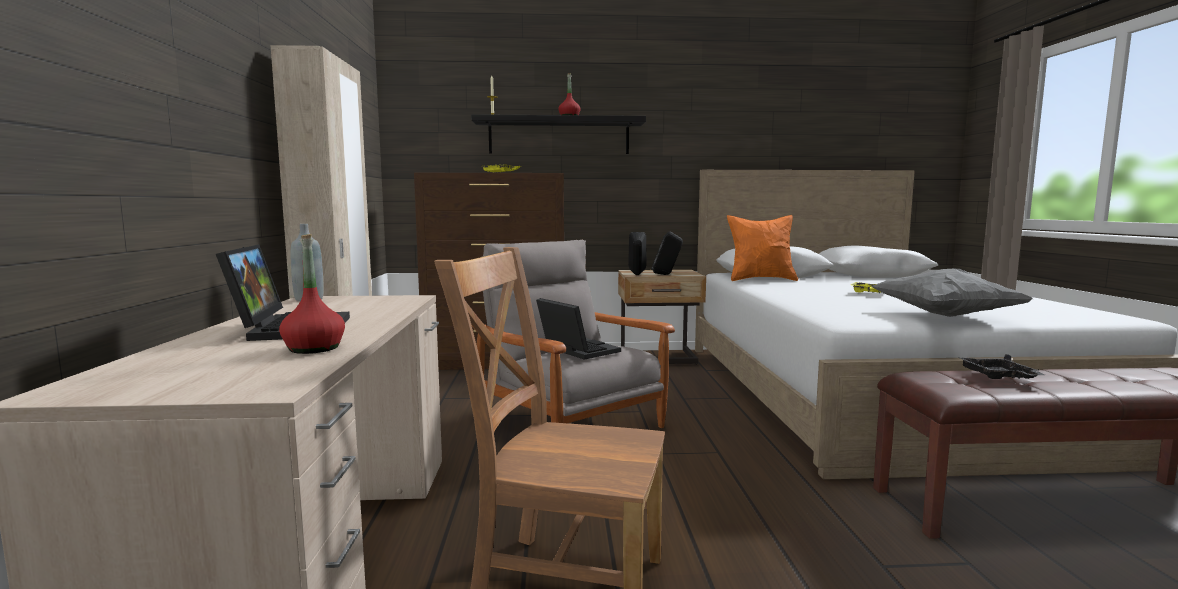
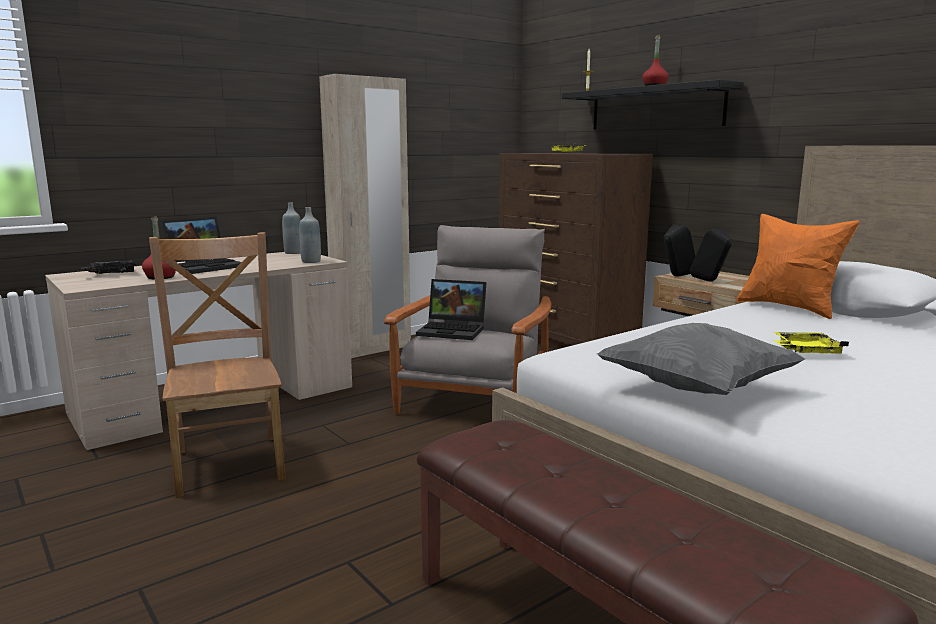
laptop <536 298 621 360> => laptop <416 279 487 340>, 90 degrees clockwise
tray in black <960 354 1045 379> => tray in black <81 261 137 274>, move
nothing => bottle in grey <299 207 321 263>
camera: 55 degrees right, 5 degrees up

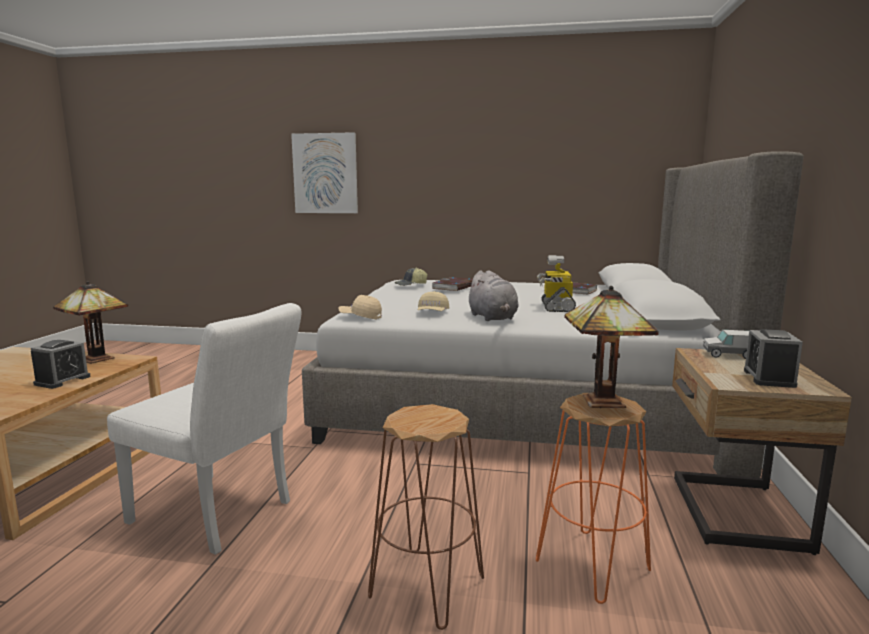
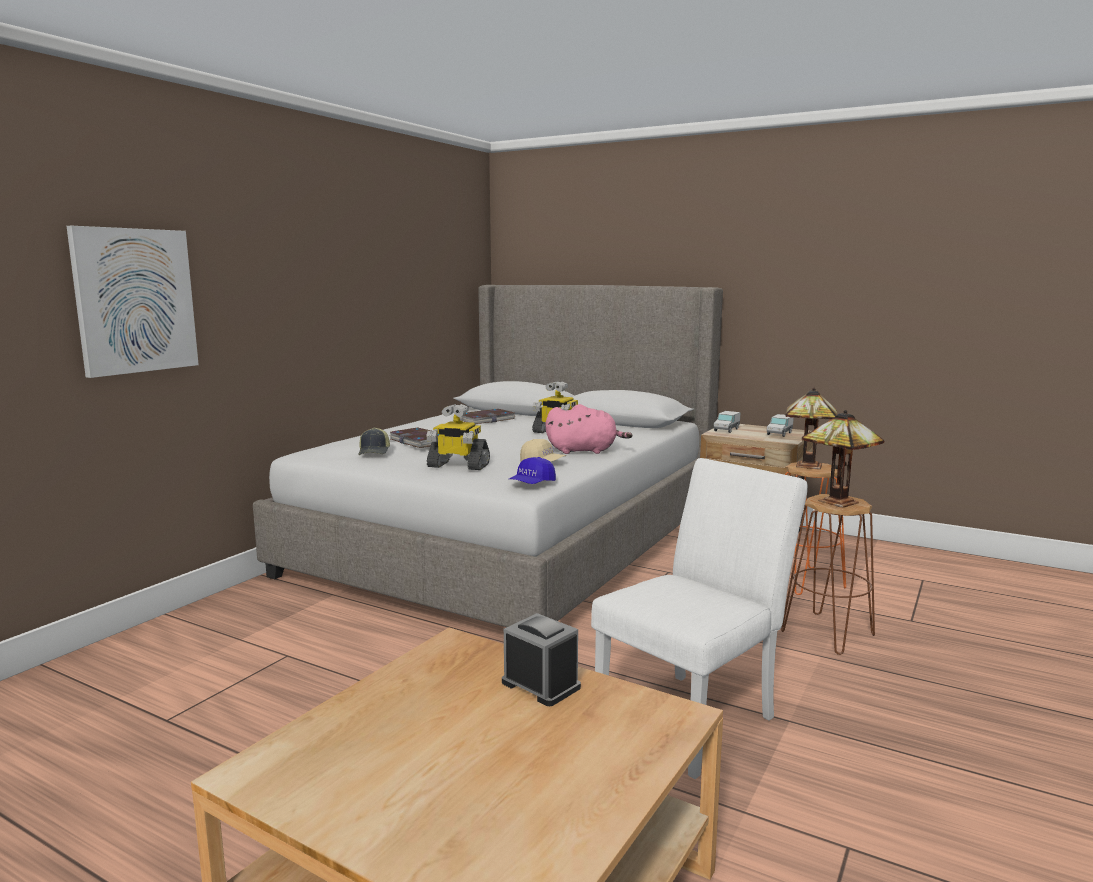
table lamp <53 281 128 364> => table lamp <802 410 884 508>, move
cap in beige <338 295 382 320> => cap in blue <509 457 556 484>
plush toy in grey <466 270 518 321> => plush toy in pink <545 404 632 454>
alarm clock <744 329 803 388> => toy truck <767 414 794 437>
nothing => toy robot <426 404 490 470>
camera: 70 degrees left, 0 degrees up

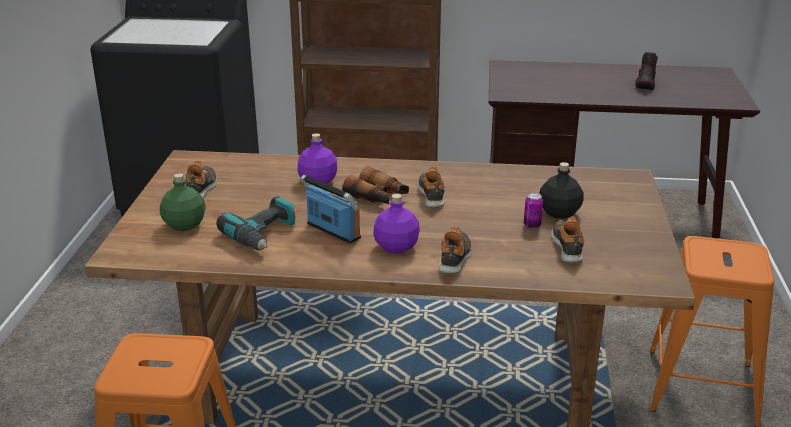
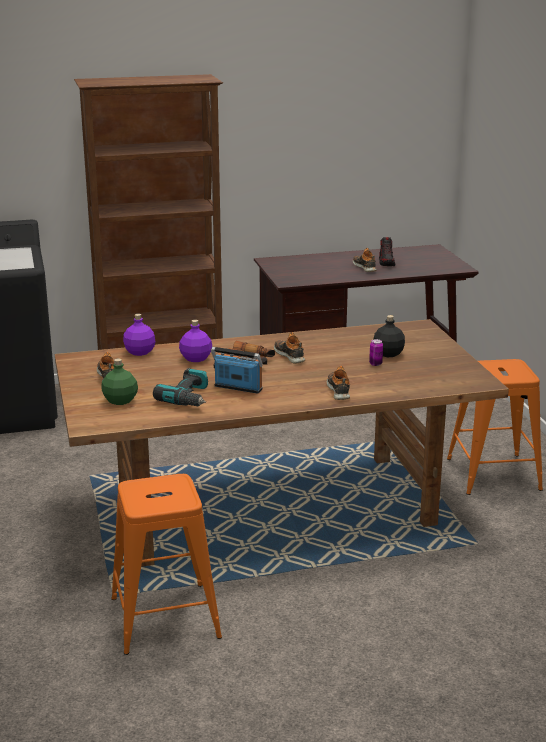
bottle in purple <373 194 420 254> => bottle in purple <123 314 156 356>, move
shoe <552 216 584 263> => shoe <353 248 377 272>, move
camera: 20 degrees left, 5 degrees down

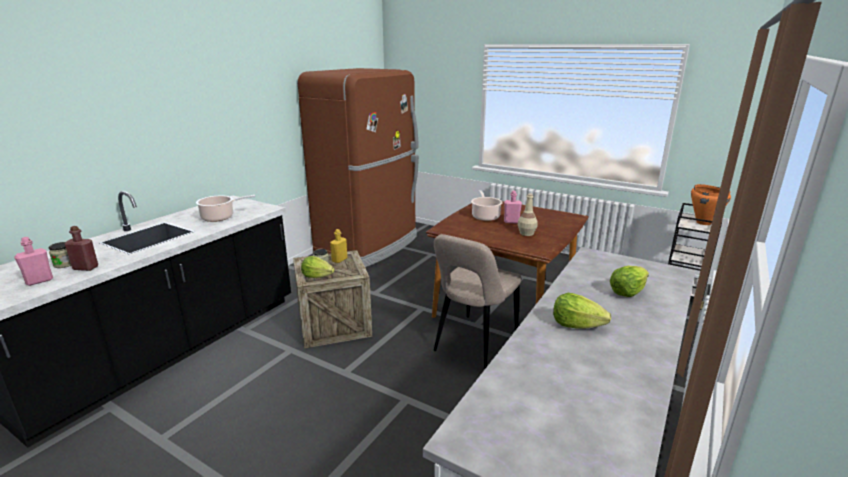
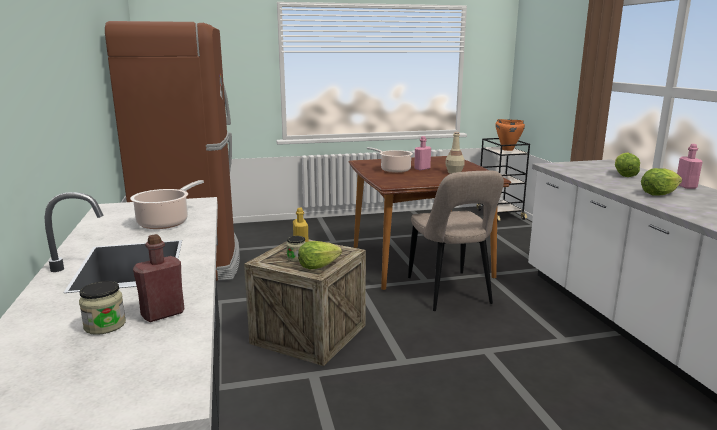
bottle in pink <14 237 53 286> => bottle in pink <677 144 703 189>, move
camera: 45 degrees left, 5 degrees down

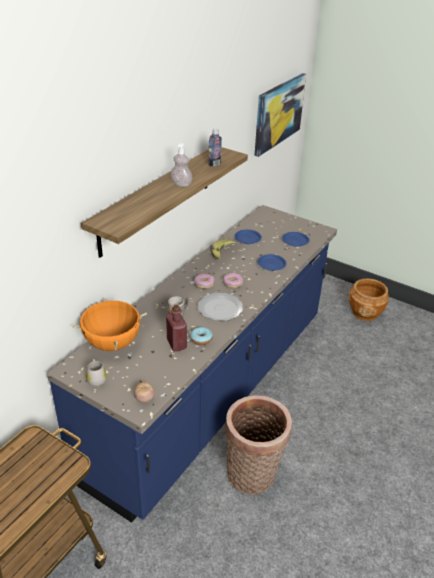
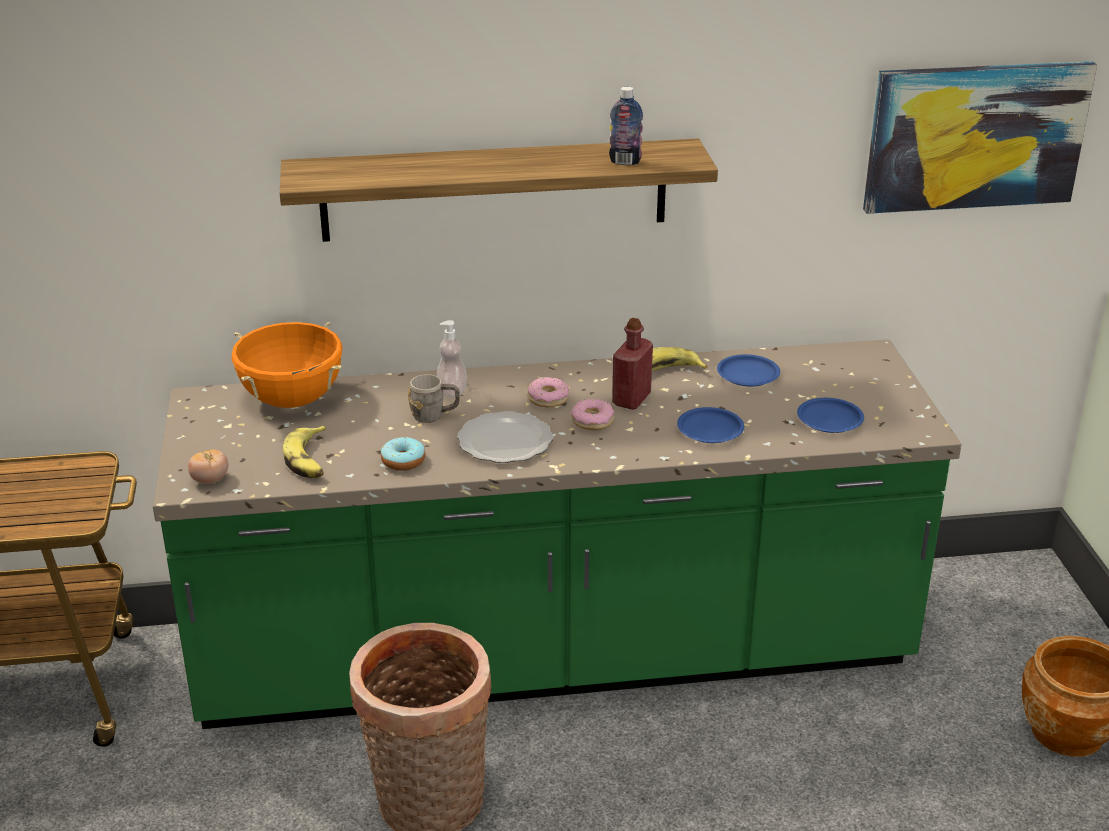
counter in blue <47 205 337 523> => counter in green <153 339 961 729>
mug in white <86 359 107 386> => nothing
bottle in red <166 305 187 352> => bottle in red <612 318 653 410>, move
soap dispenser <171 143 193 187> => soap dispenser <437 320 467 398>, move
nothing => banana <283 426 326 478>
camera: 50 degrees right, 5 degrees down

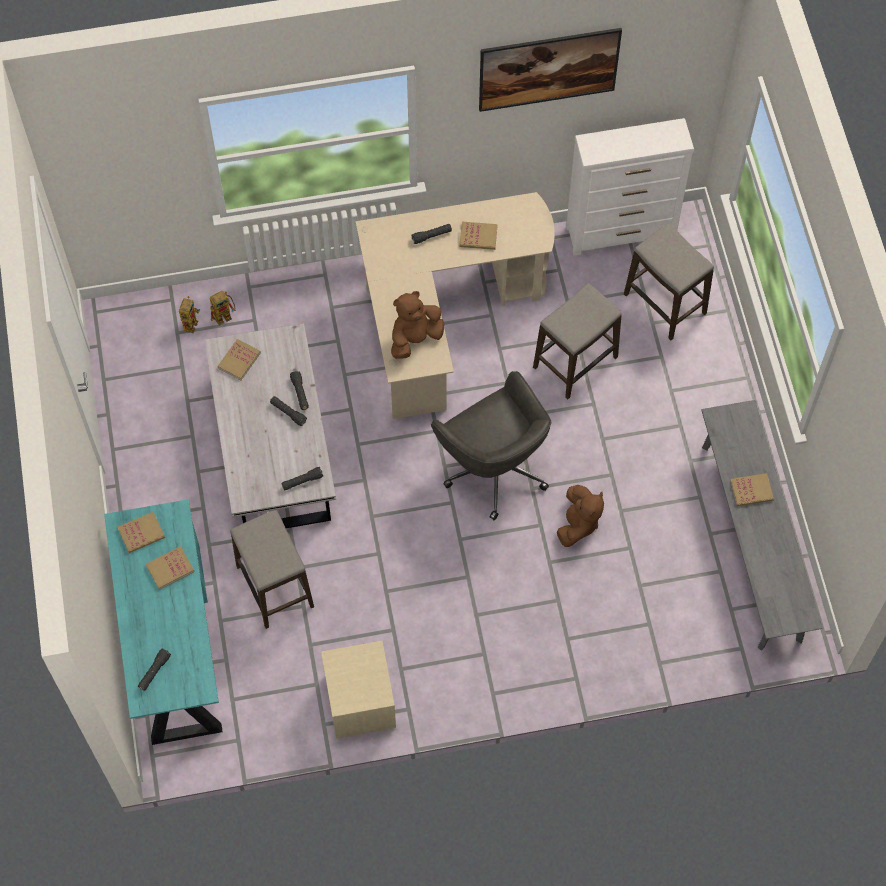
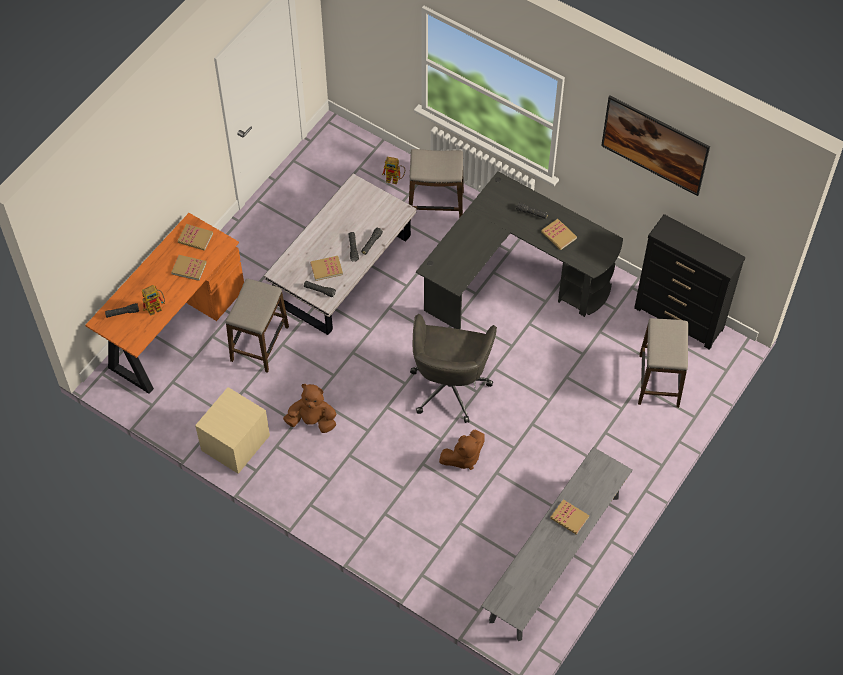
desk in turquoise <104 499 223 745> => desk in orange <85 213 244 394>
toy robot <179 296 200 333> => toy robot <142 285 165 316>, move
book <217 339 261 380> => book <310 256 343 281>, move
desk in beige <355 192 554 419> => desk in black <416 171 623 329>
plush toy in brown <391 291 444 359> => plush toy in brown <283 384 336 433>, move
stool <533 283 621 400> => stool <409 149 464 218>, move
dresser in white <566 118 694 255> => dresser in black <634 214 745 350>
camera: 45 degrees right, 5 degrees down

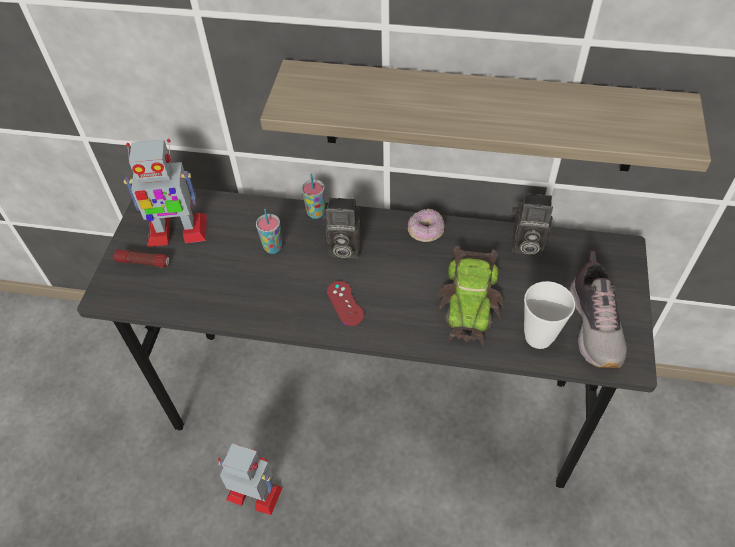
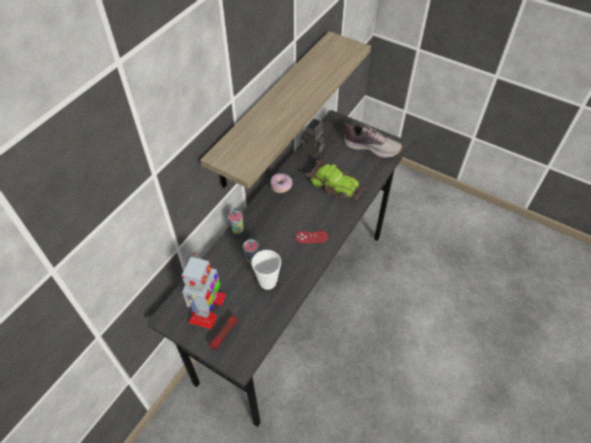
toy robot <218 443 283 515> => nothing
photo camera <323 197 362 258> => nothing
cup <524 281 575 349> => cup <251 250 281 290>, move
camera: 70 degrees left, 0 degrees up

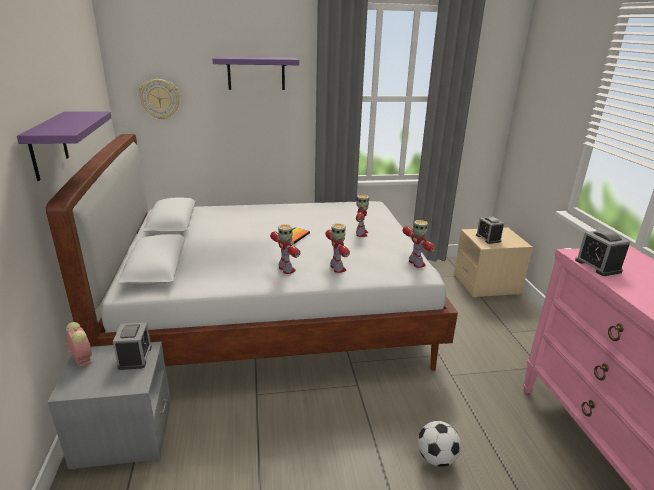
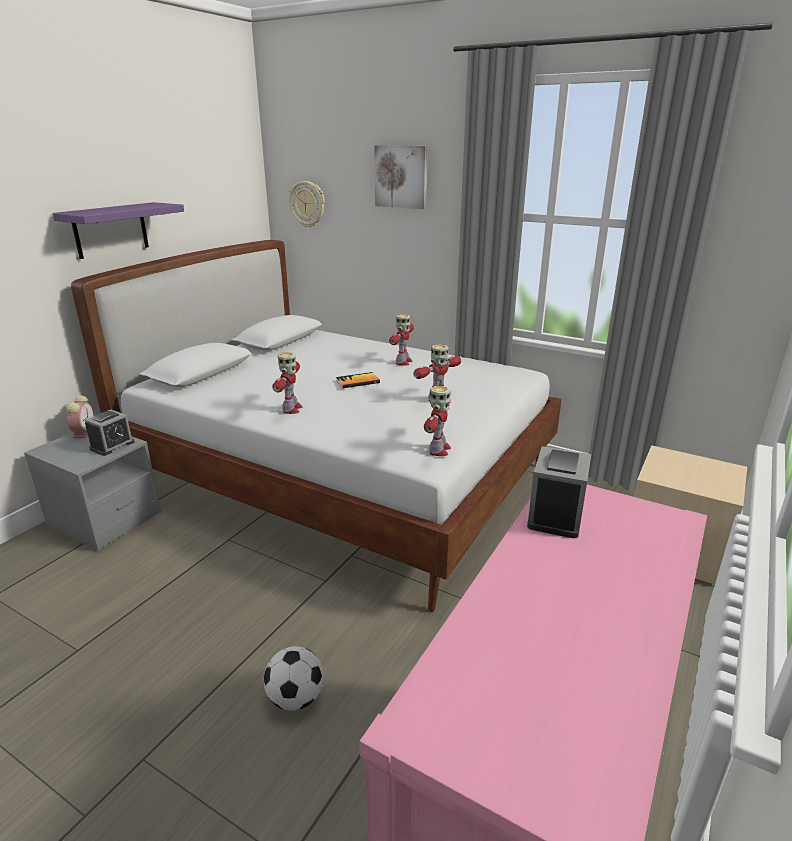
shelf in purple <213 56 299 90> => picture <374 145 428 209>
toy robot <325 224 350 273> => toy robot <389 314 414 366>, move
alarm clock <476 216 504 244> => nothing
camera: 40 degrees right, 0 degrees up

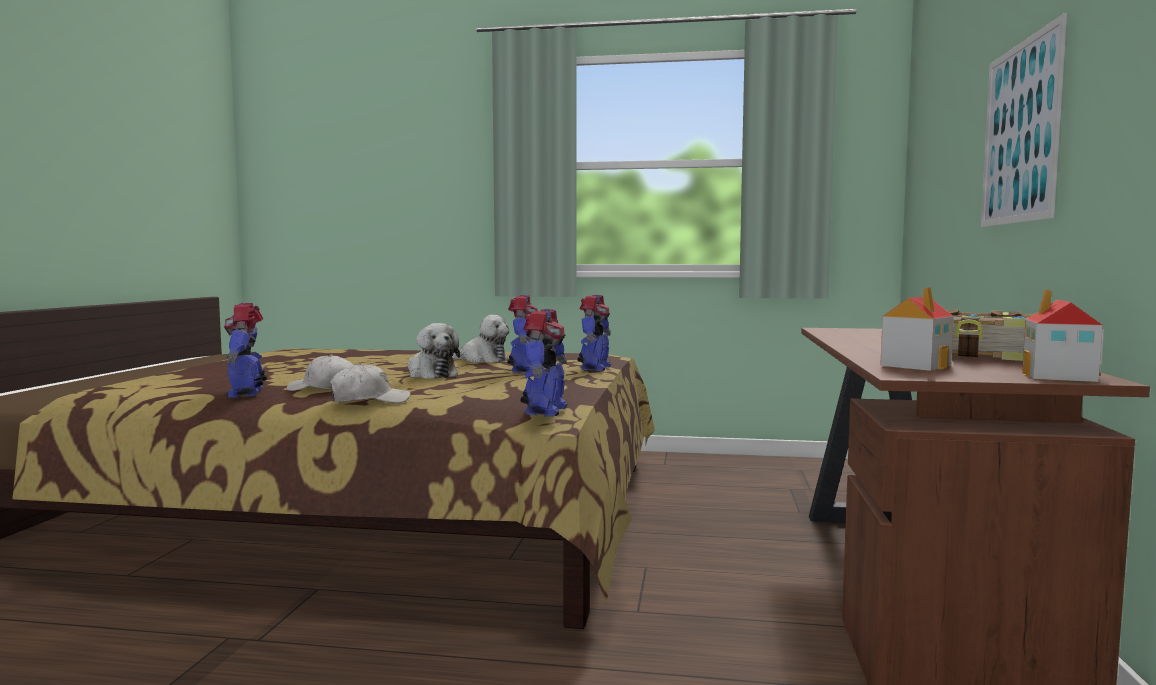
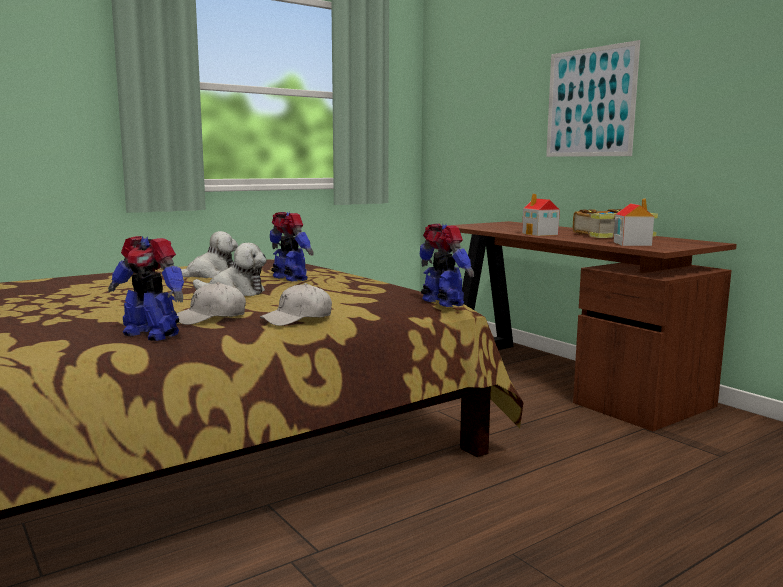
cap in white <330 363 411 403> => cap in white <260 283 332 326>, 150 degrees counterclockwise
toy robot <578 294 611 371> => nothing
toy house <1023 289 1104 382> => toy house <522 194 560 236>, move
camera: 45 degrees left, 5 degrees up

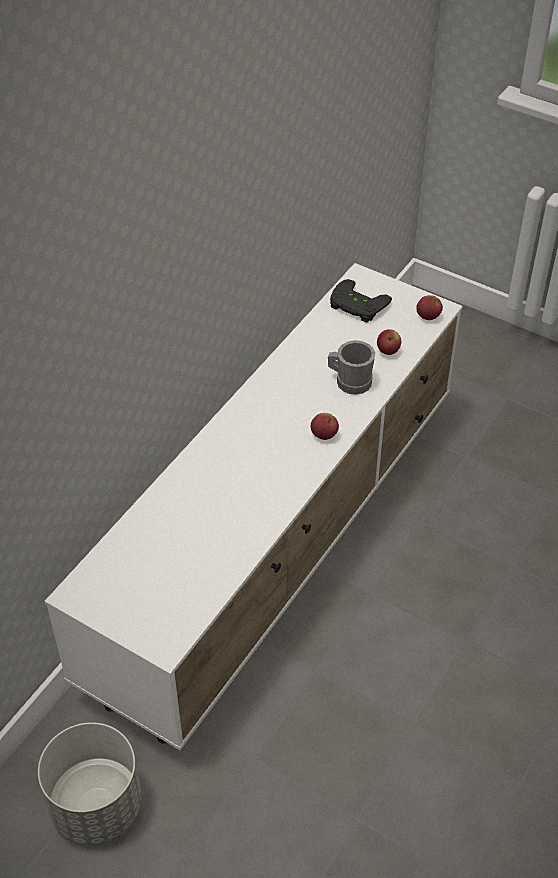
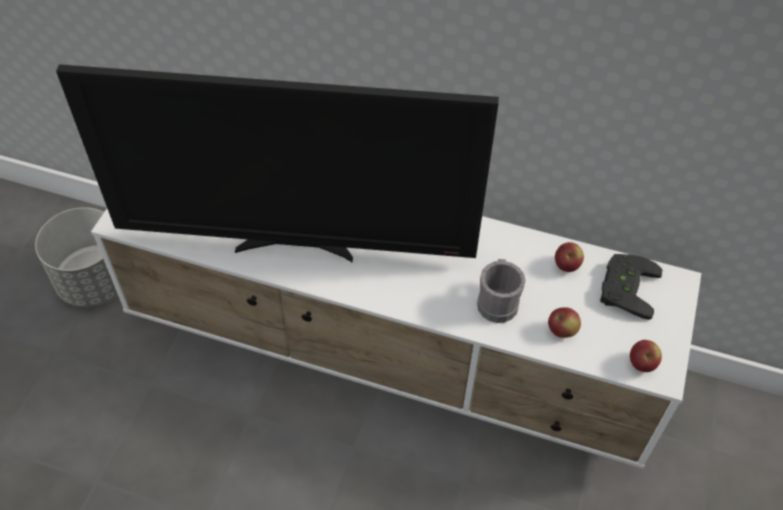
apple <311 413 339 440> => apple <555 242 584 272>, move
nothing => television <56 64 499 262>
camera: 75 degrees right, 5 degrees up

